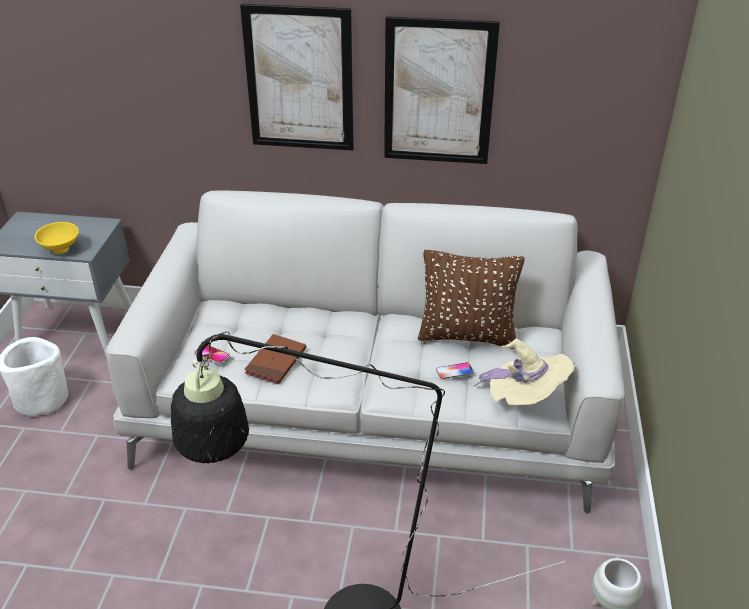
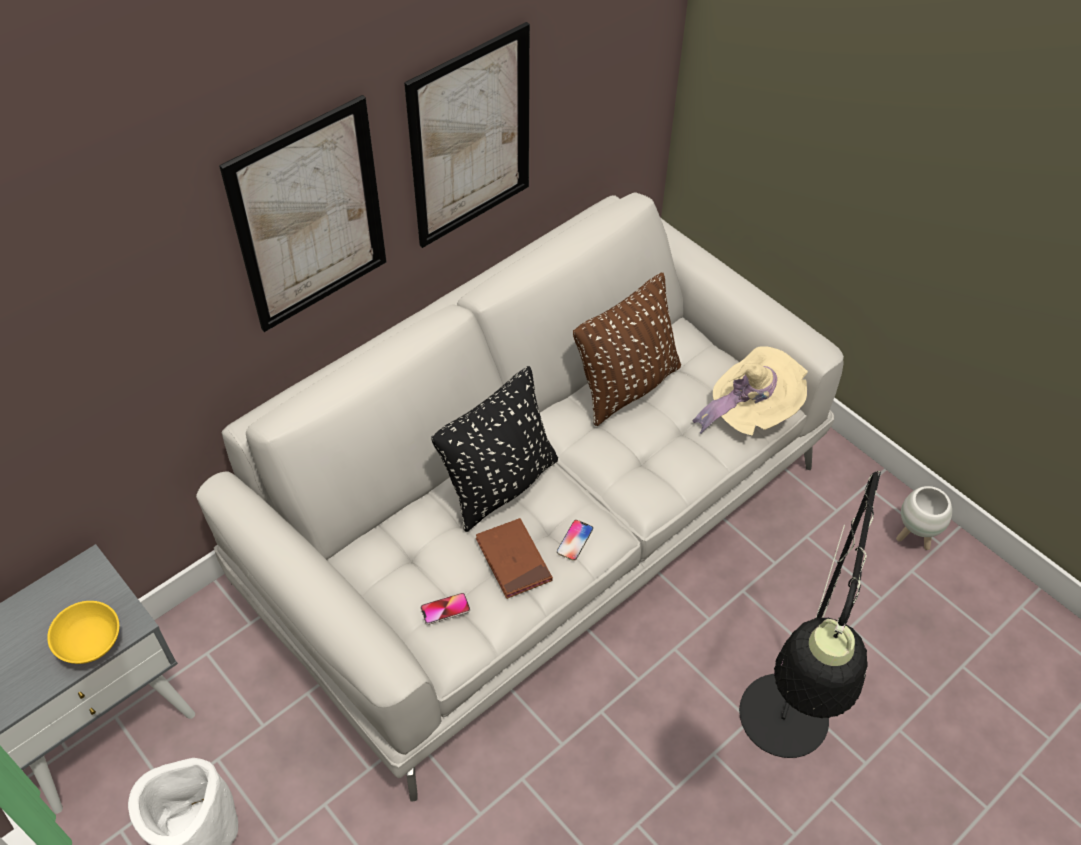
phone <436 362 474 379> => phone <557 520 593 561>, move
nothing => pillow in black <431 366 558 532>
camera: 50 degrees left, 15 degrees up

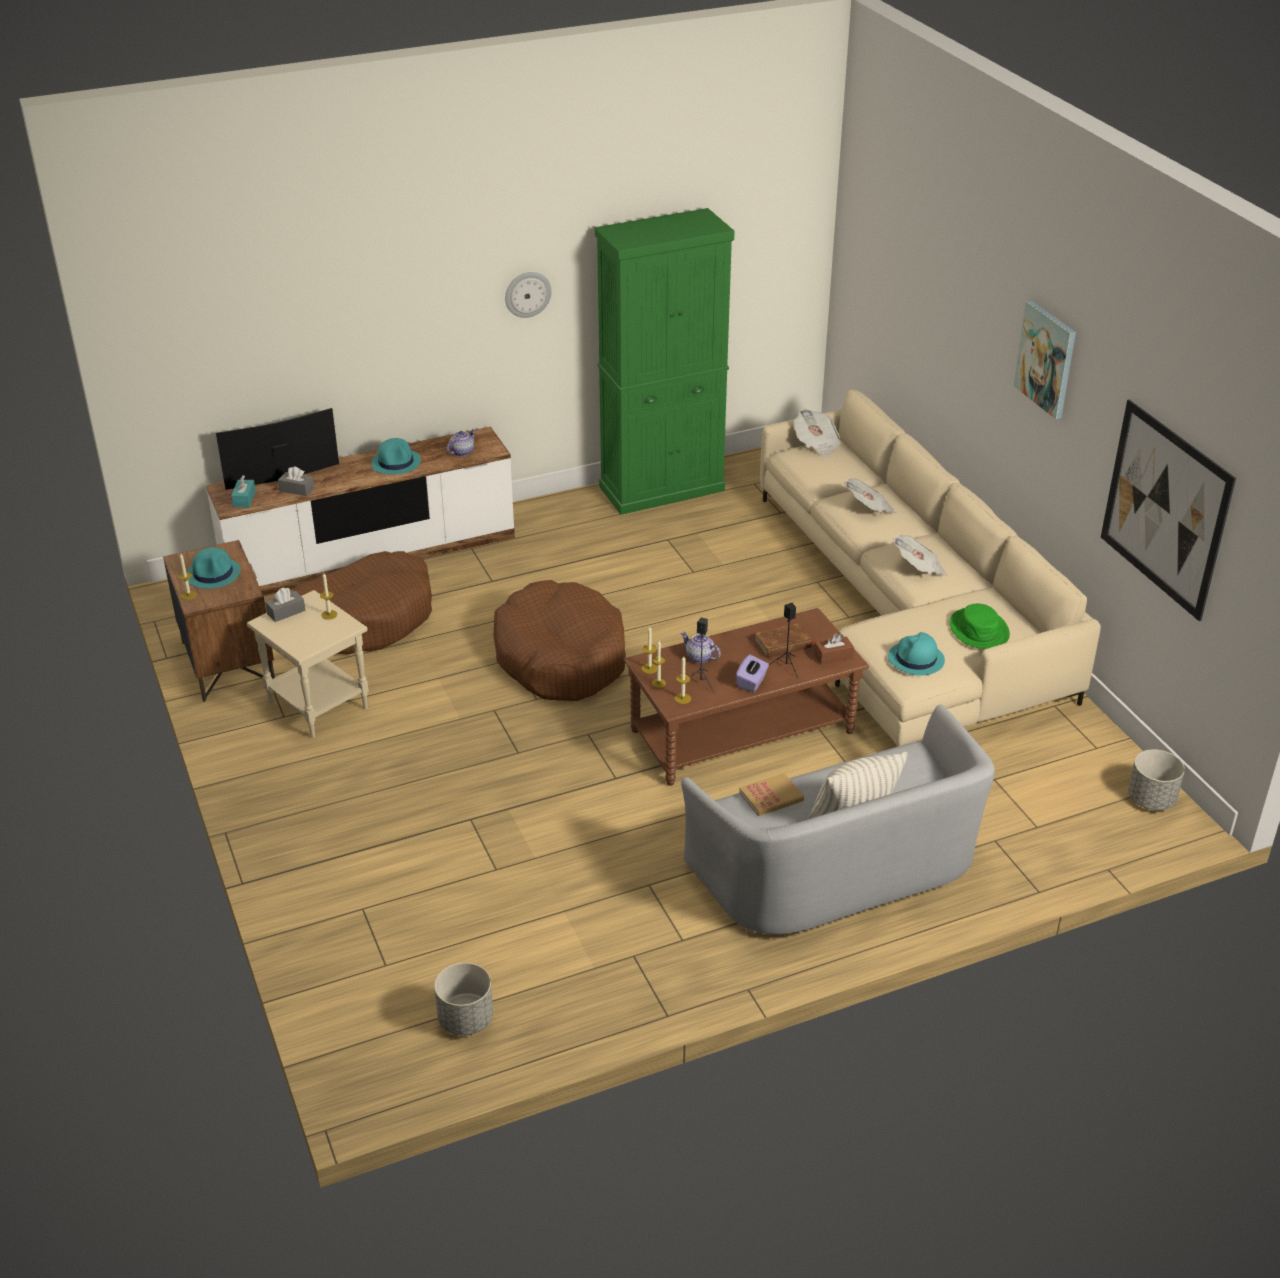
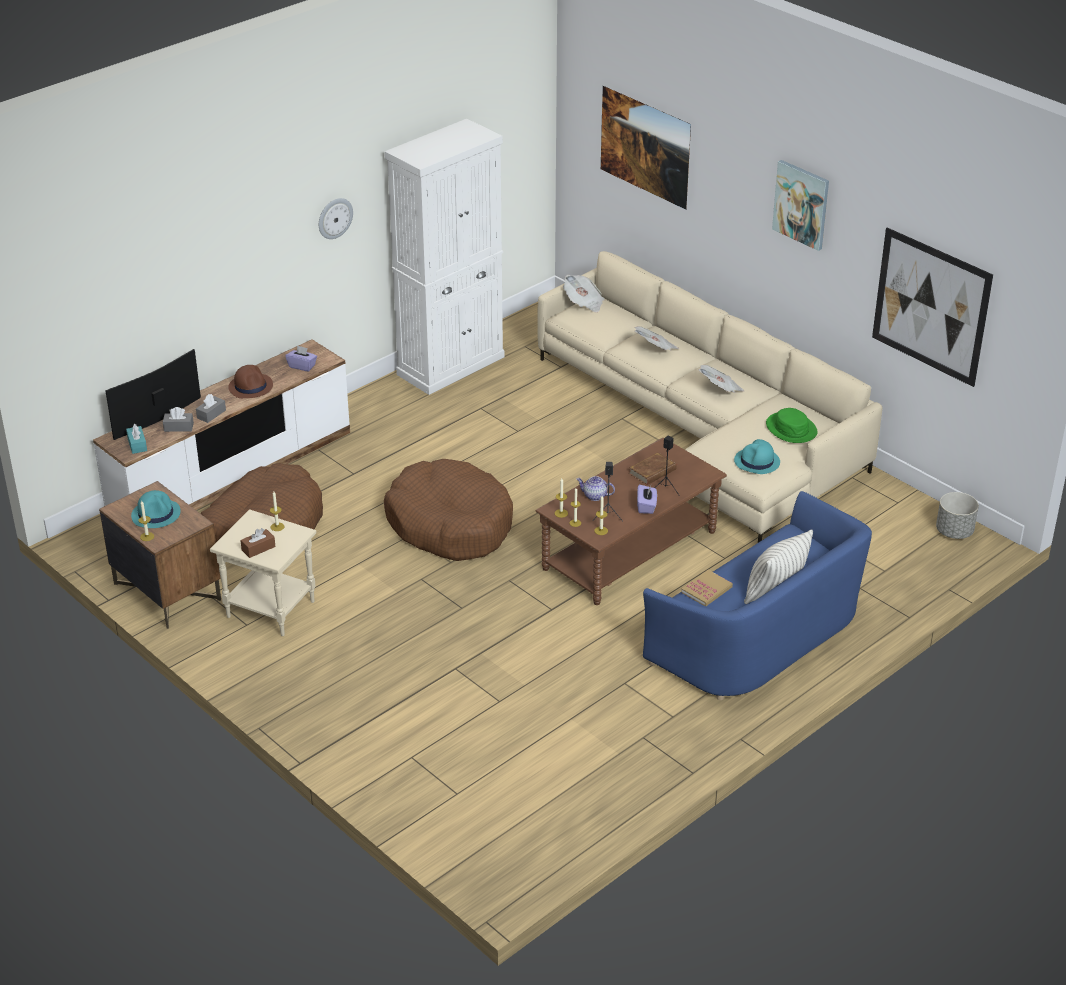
tissue box in grey <265 588 305 622> => tissue box in grey <196 394 226 423>, move
hat in turquoise <371 438 421 474> => hat in brown <228 365 273 398>
planter in grey <434 963 493 1036> => nothing
teapot <446 429 476 456> => tissue box in purple <285 345 317 372>
cabinet in green <595 208 735 515> => cabinet in white <385 119 504 395>
sofa in grey <681 704 995 935> => sofa in blue <643 491 872 700>
tissue box in brown <814 633 854 665> => tissue box in brown <240 528 276 558>, move
nothing => picture <601 86 691 210>
camera: 20 degrees left, 0 degrees up

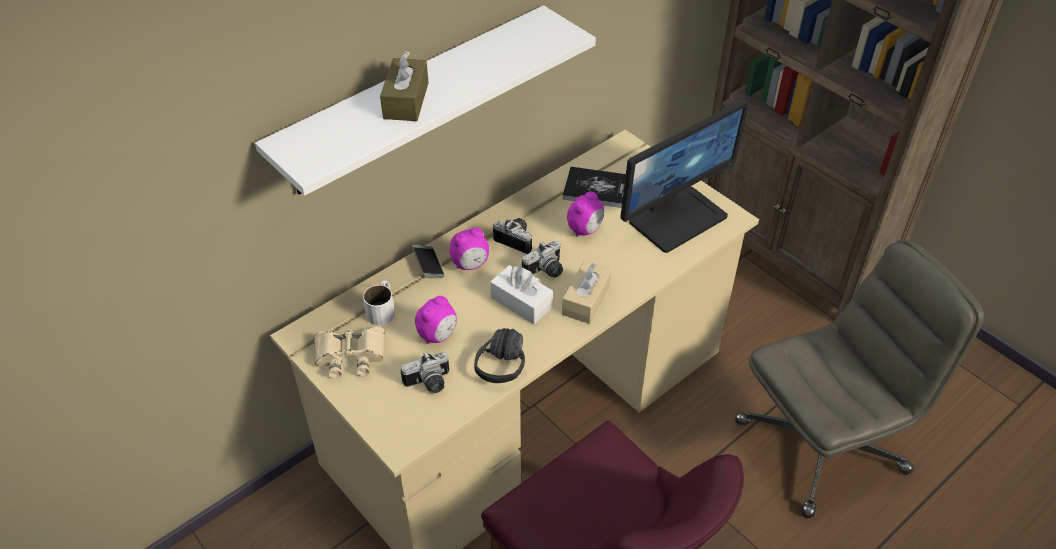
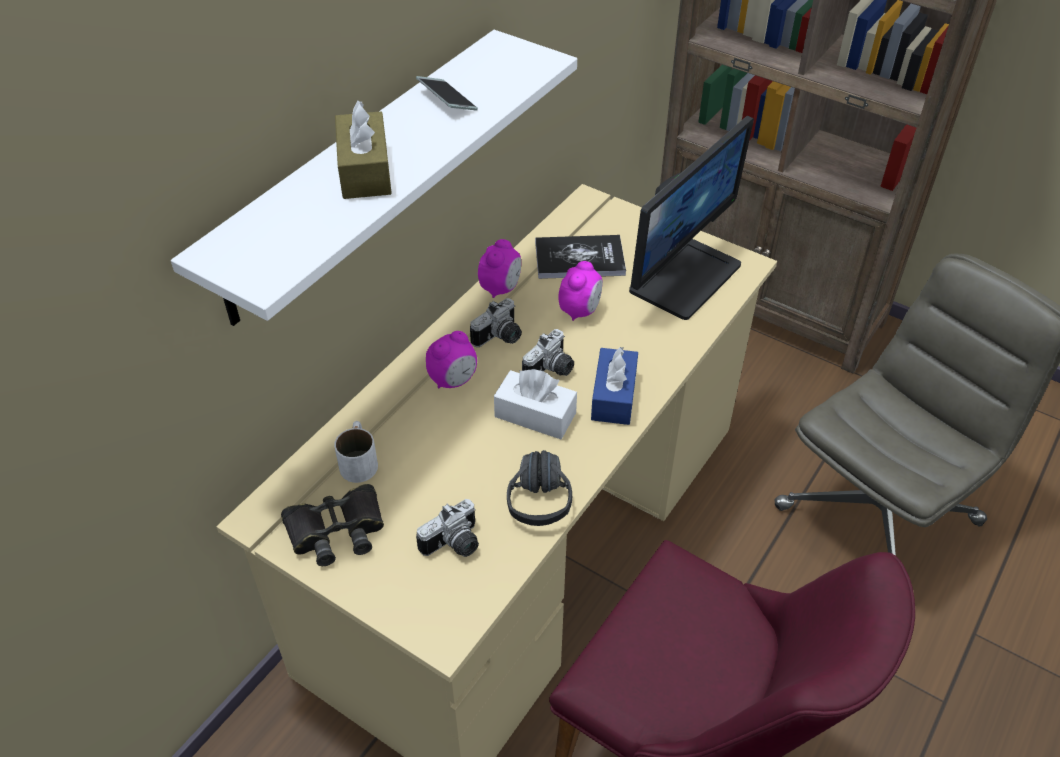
binoculars in beige <314 327 385 379> => binoculars in black <281 484 384 566>
phone <412 245 445 277> => phone <416 76 478 111>, move
alarm clock <415 296 457 344> => alarm clock <478 239 521 298>, move
photo camera <493 218 532 254> => photo camera <470 298 522 347>, 120 degrees clockwise
tissue box in beige <562 261 611 324> => tissue box in blue <591 347 638 425>
camera: 15 degrees left, 0 degrees up

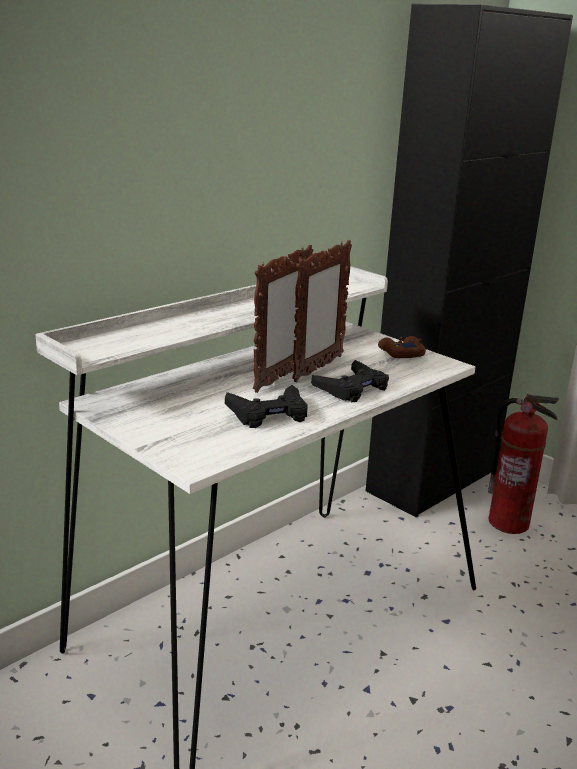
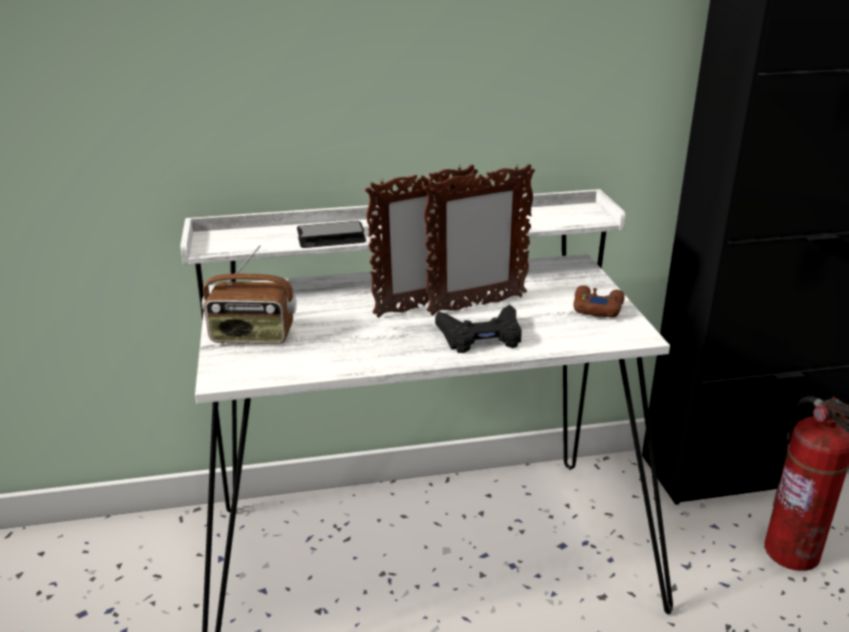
game controller in black <225 385 308 428> => nothing
nothing => radio <202 245 296 344>
nothing => phone <297 221 366 248>
camera: 35 degrees right, 5 degrees up

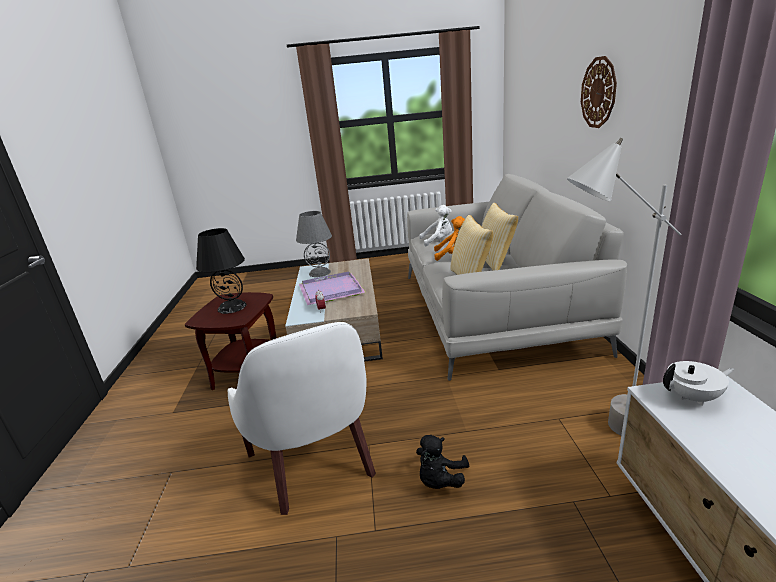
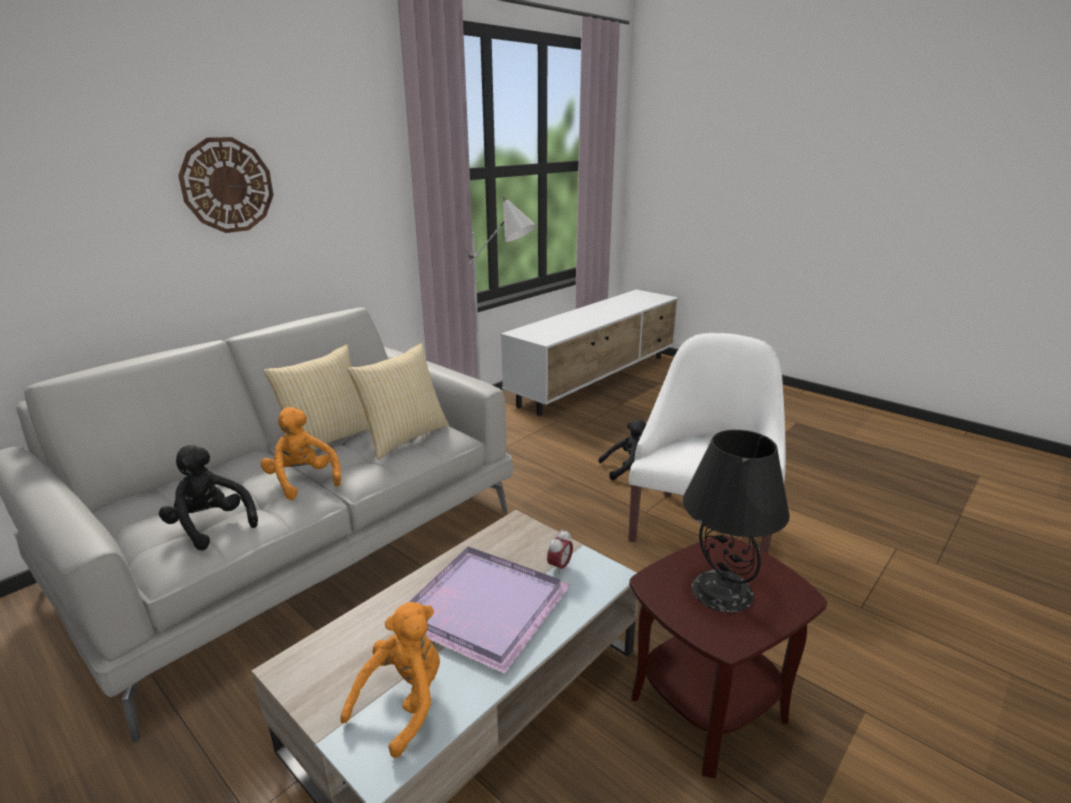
table lamp in grey <296 211 332 277> => plush toy in orange <340 602 440 758>
plush toy in white <419 205 452 247> => plush toy in black <159 445 258 550>
teapot in white <663 361 735 406> => nothing
camera: 135 degrees left, 0 degrees up

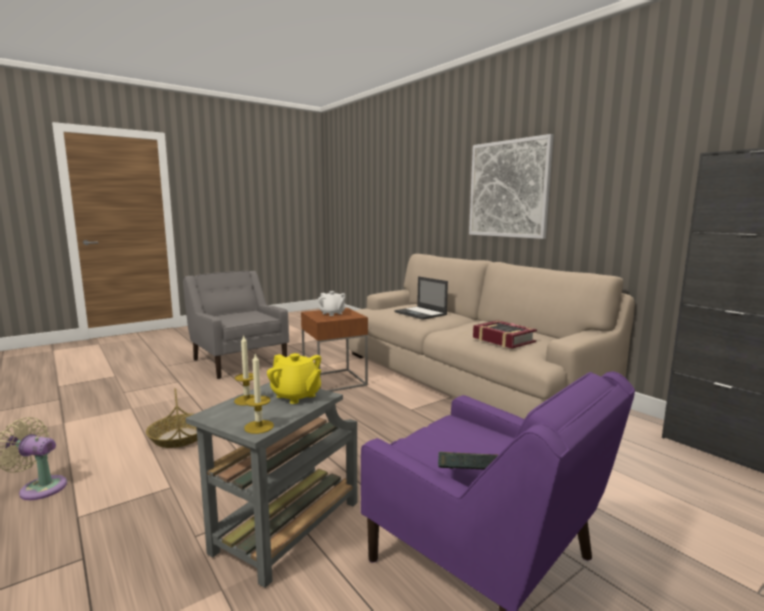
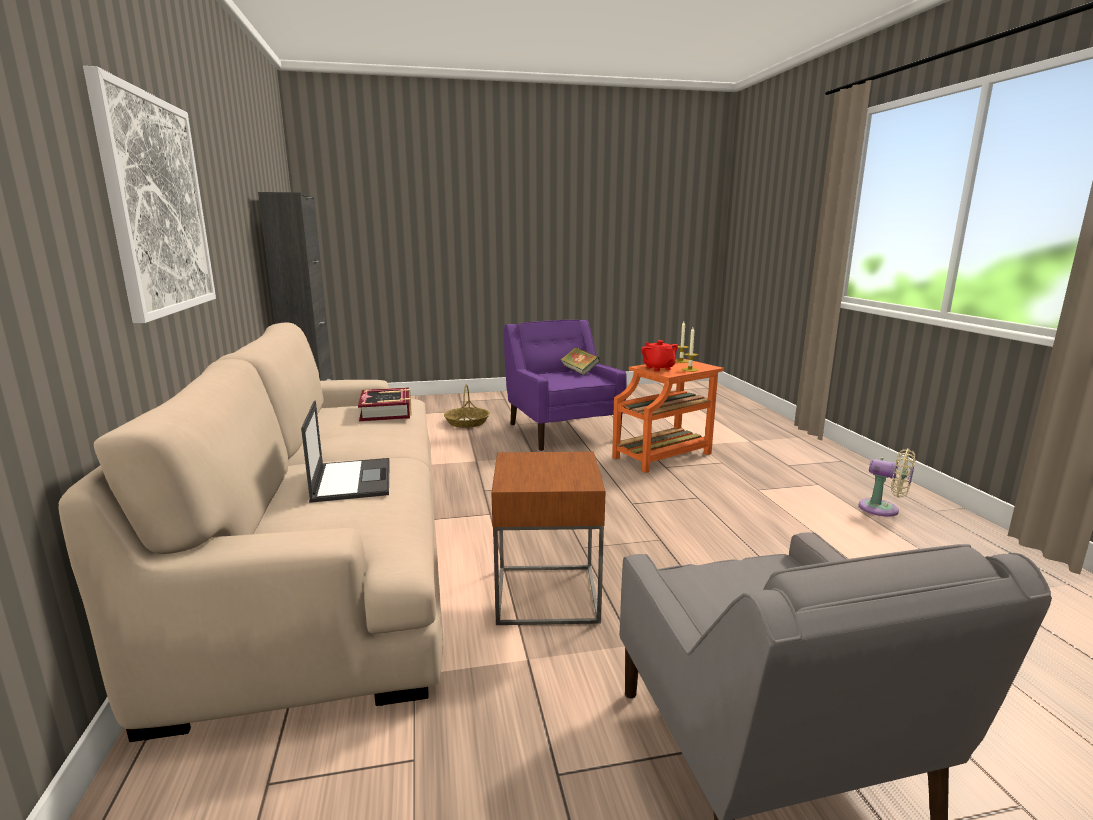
basket <146 388 198 448> => basket <444 384 490 428>, move
side table in grey <186 382 357 588> => side table in orange <612 359 724 473>
teapot in yellow <267 353 321 404> => teapot in red <641 340 678 371>
teapot in white <318 291 345 316> => nothing
camera: 155 degrees left, 5 degrees up

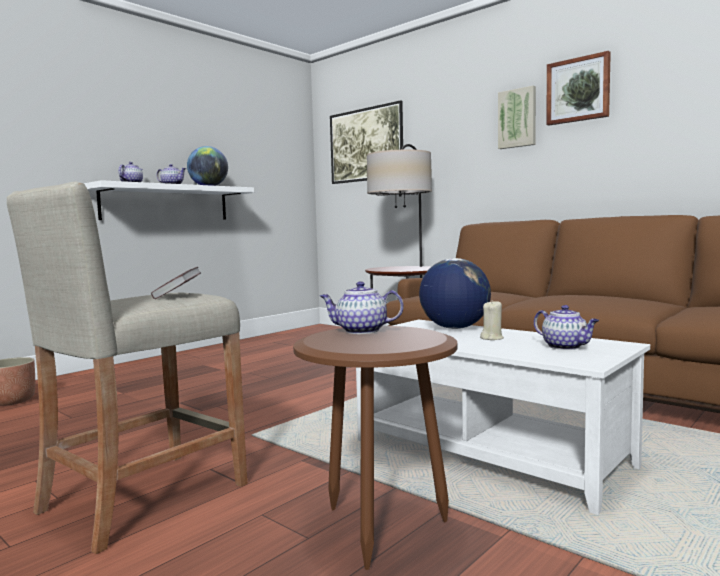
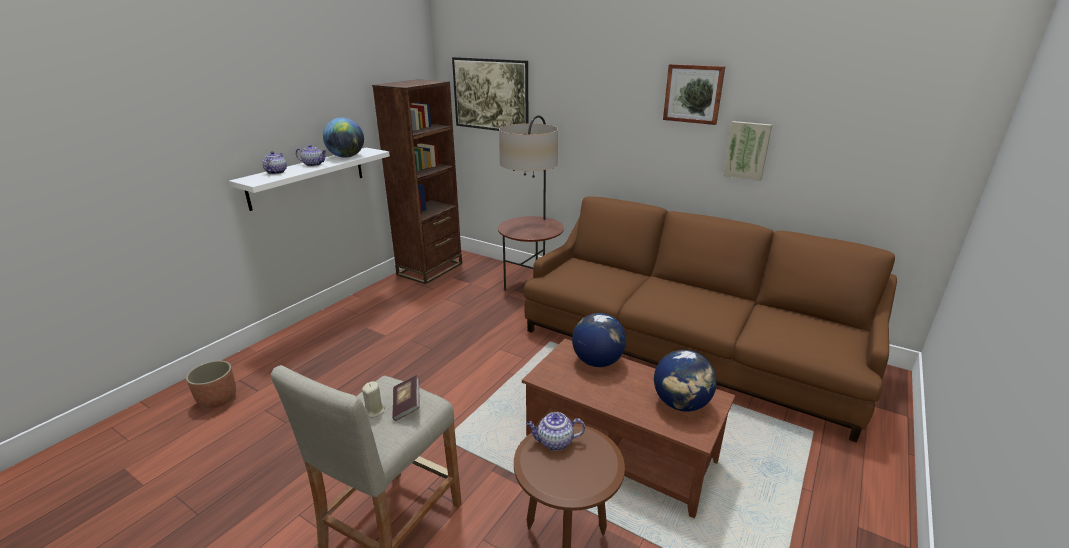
coffee table in white <356 319 650 515> => coffee table in brown <522 339 735 519>
candle in beige <480 301 504 340> => candle in beige <362 381 385 418>, move
picture <498 86 536 149> => picture <723 121 772 181>, move
teapot <534 305 599 350> => globe <654 350 717 412>
nothing => bookcase in brown <372 79 462 284>
camera: 10 degrees left, 20 degrees up

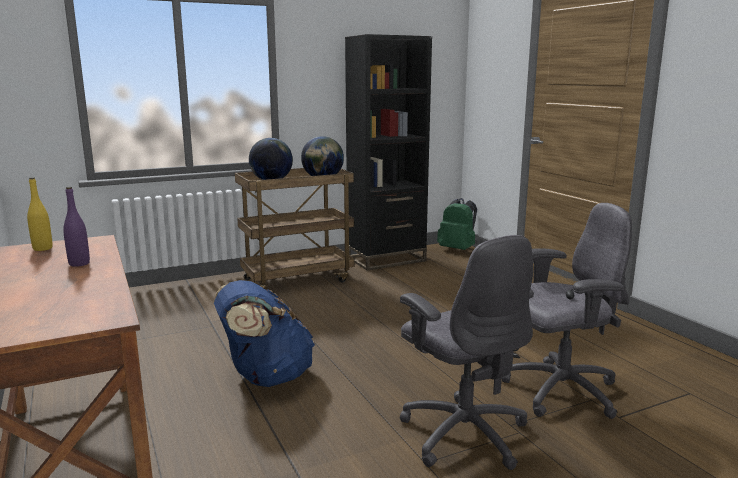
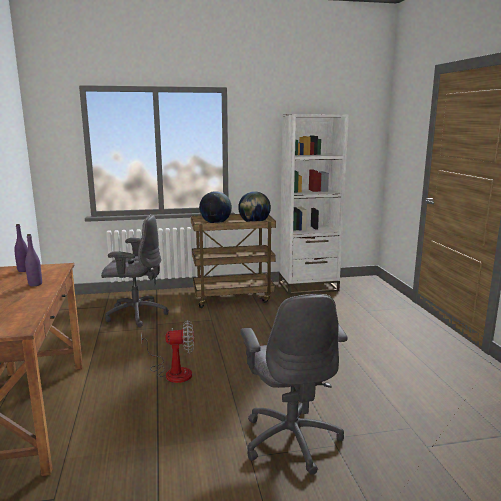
bottle in yellow <27 177 53 251> => bottle in purple <14 224 28 272>
backpack in blue <214 280 315 387> => fan <141 320 194 383>
bookcase in black <345 34 432 270> => bookcase in white <279 114 349 295>
backpack in green <437 198 477 250> => nothing
office chair in grey <502 203 632 419> => office chair in grey <101 214 169 327>, move
camera: 15 degrees right, 0 degrees up

